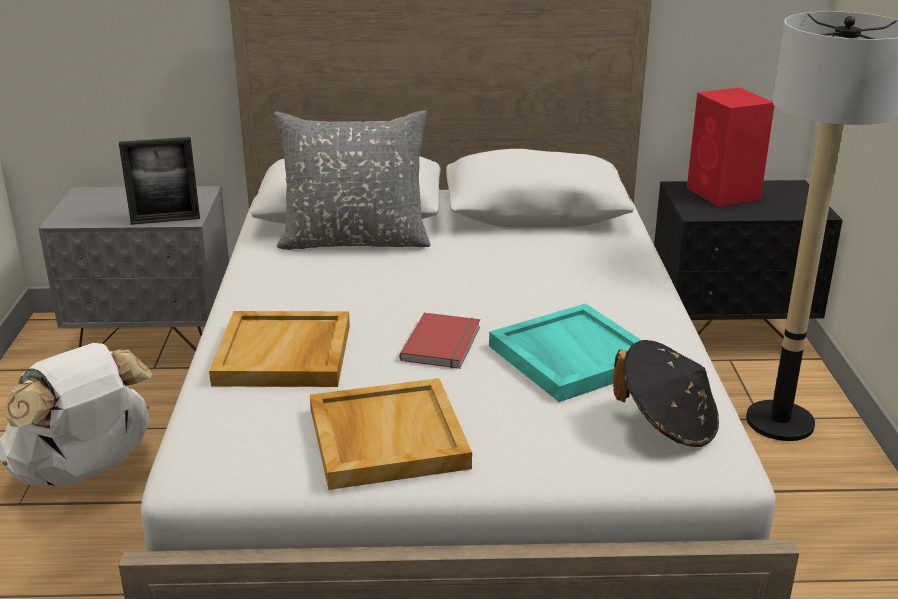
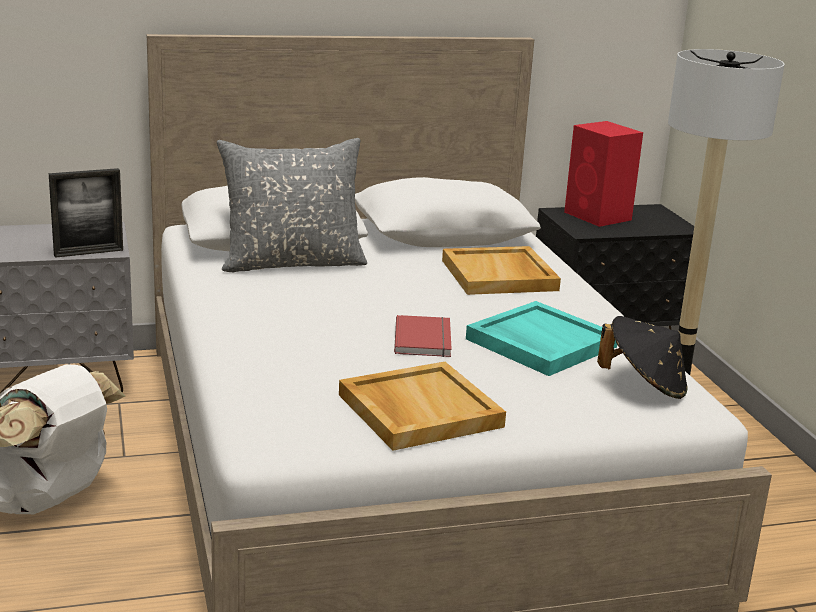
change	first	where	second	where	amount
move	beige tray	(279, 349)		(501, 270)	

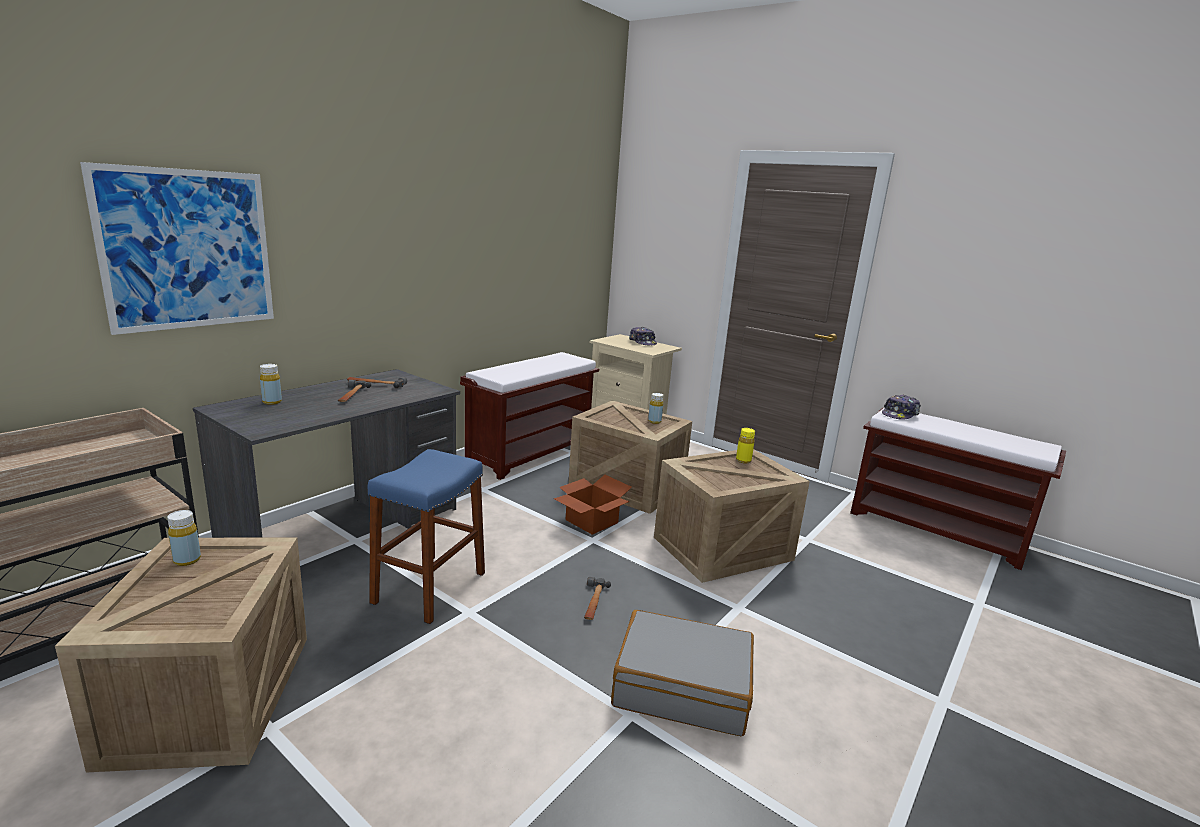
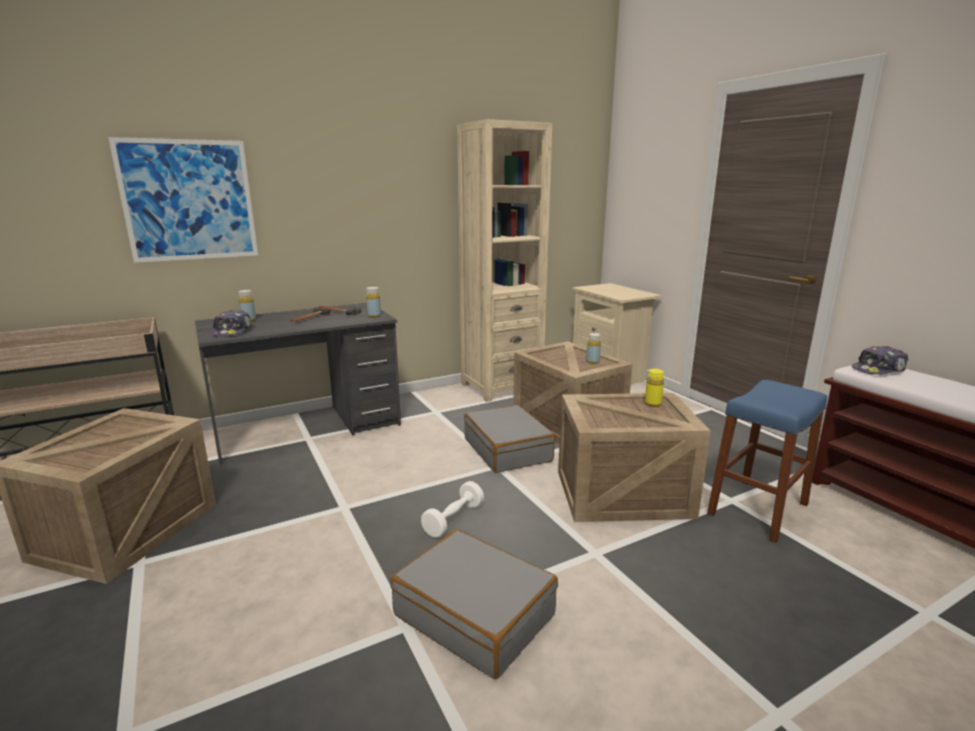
change	first	where	second	where	amount
move	yellow bottle	(184, 538)		(373, 302)	
move	blue stool	(426, 536)		(767, 461)	
move	cap	(643, 336)		(232, 323)	
replace	brown bench	(529, 416)	beige bookcase	(504, 260)	
replace	cardboard box	(593, 505)	grey suitcase	(510, 439)	
replace	hammer	(597, 598)	white dumbbell	(452, 509)	

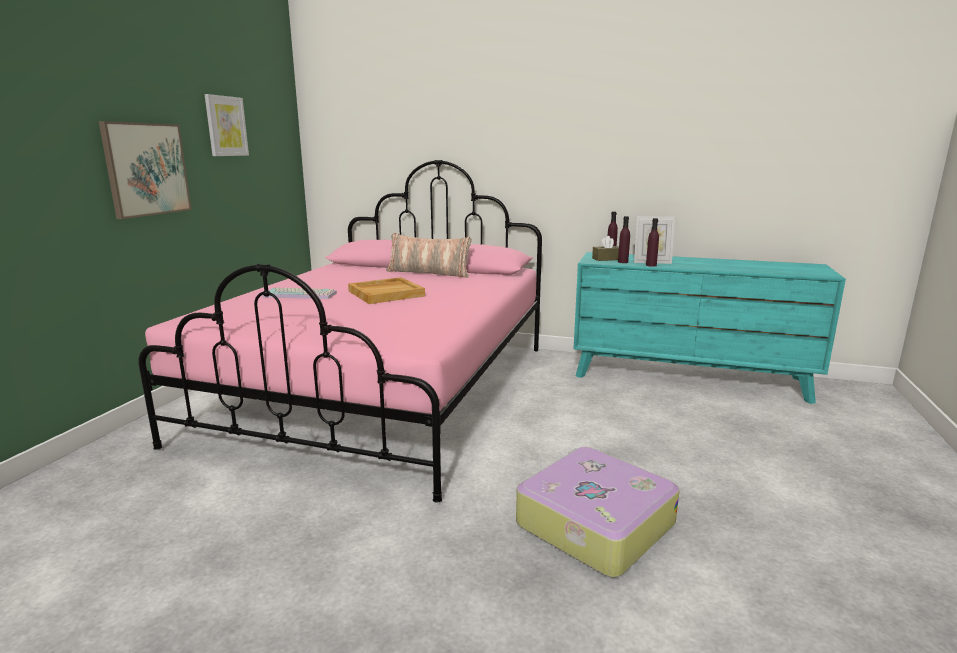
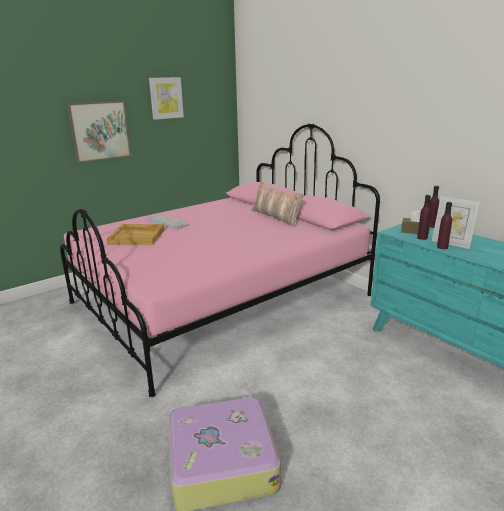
change	first	where	second	where	amount
move	beige tray	(386, 290)		(136, 234)	

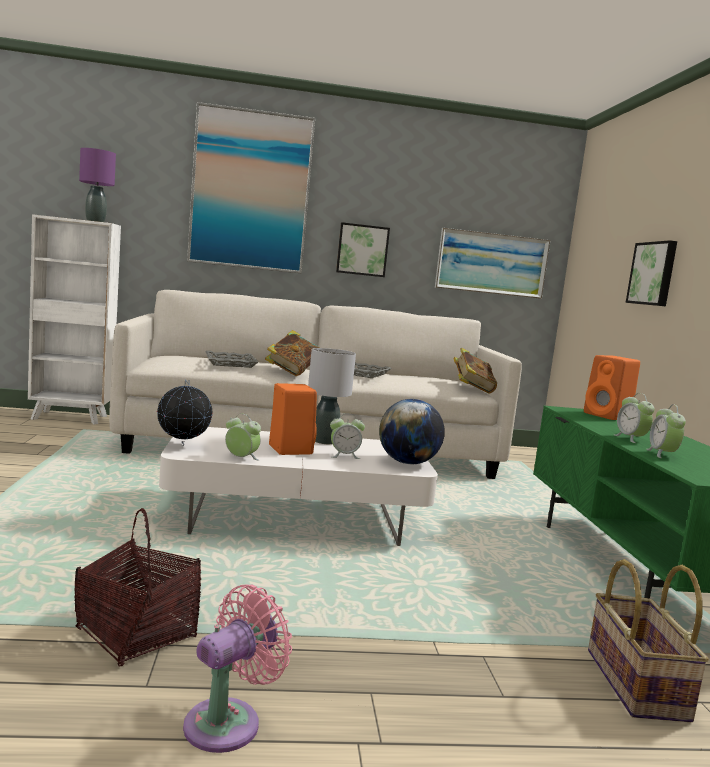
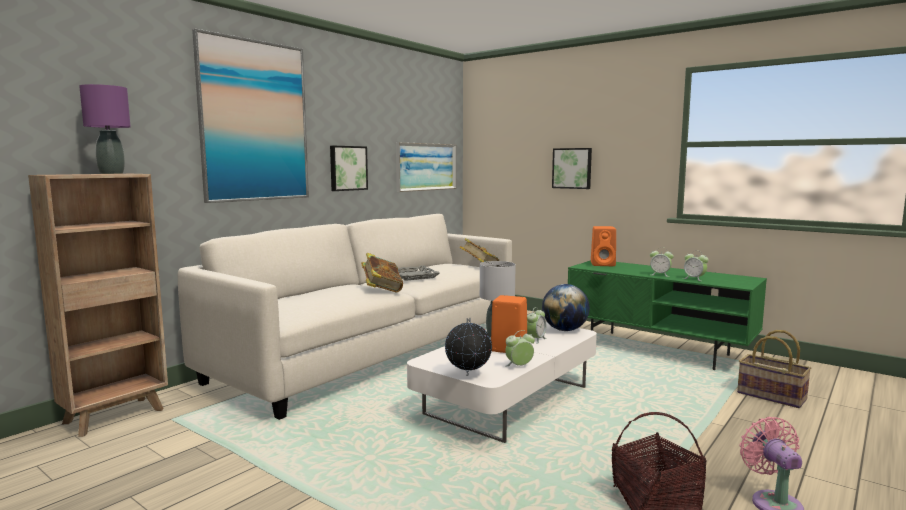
change	first	where	second	where	amount
delete	grey tray	(231, 359)			
recolor	white bookcase	(74, 319)	brown bookcase	(98, 305)	

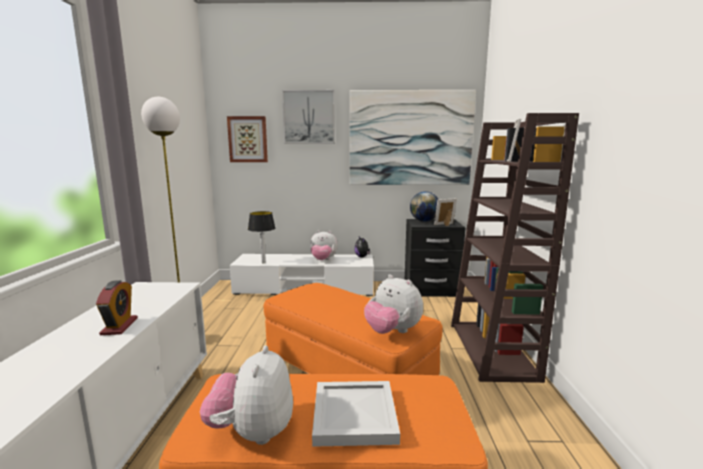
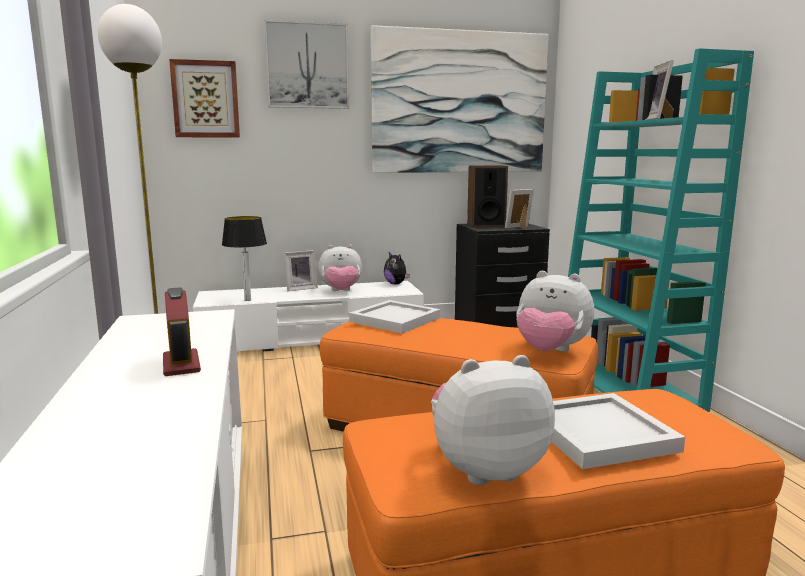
change	first	where	second	where	amount
insert			picture frame	(301, 270)	
insert			white tray	(394, 316)	
replace	globe	(424, 207)	speaker	(487, 196)	
recolor	brown bookcase	(515, 248)	turquoise bookcase	(661, 230)	
rotate	plush toy	(246, 395)		(493, 420)	90 degrees clockwise

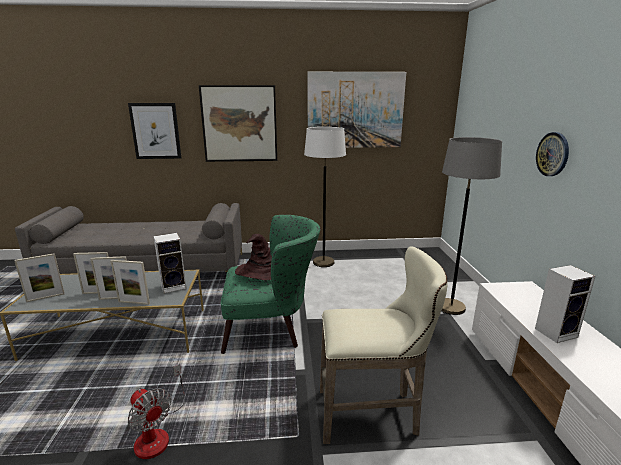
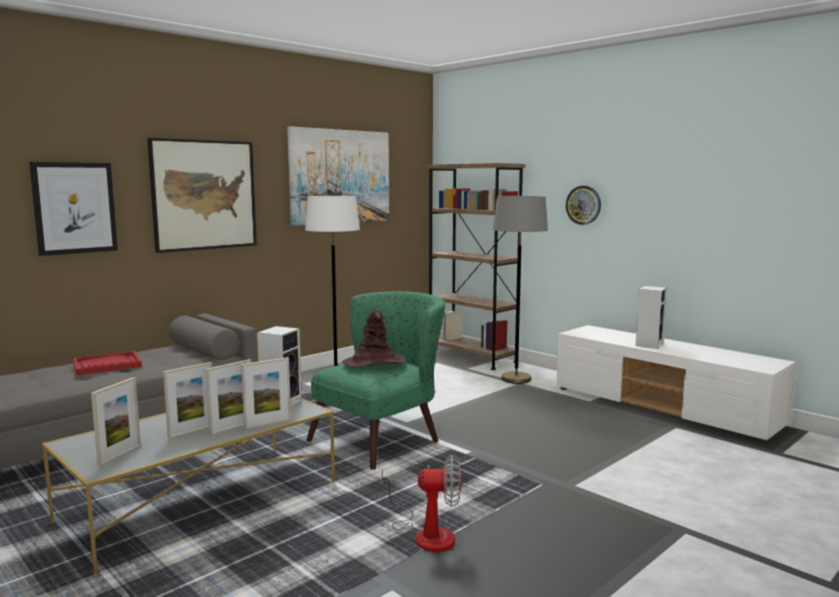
change	first	where	second	where	amount
delete	beige stool	(384, 345)			
insert			red tray	(107, 363)	
insert			brown bookcase	(476, 266)	

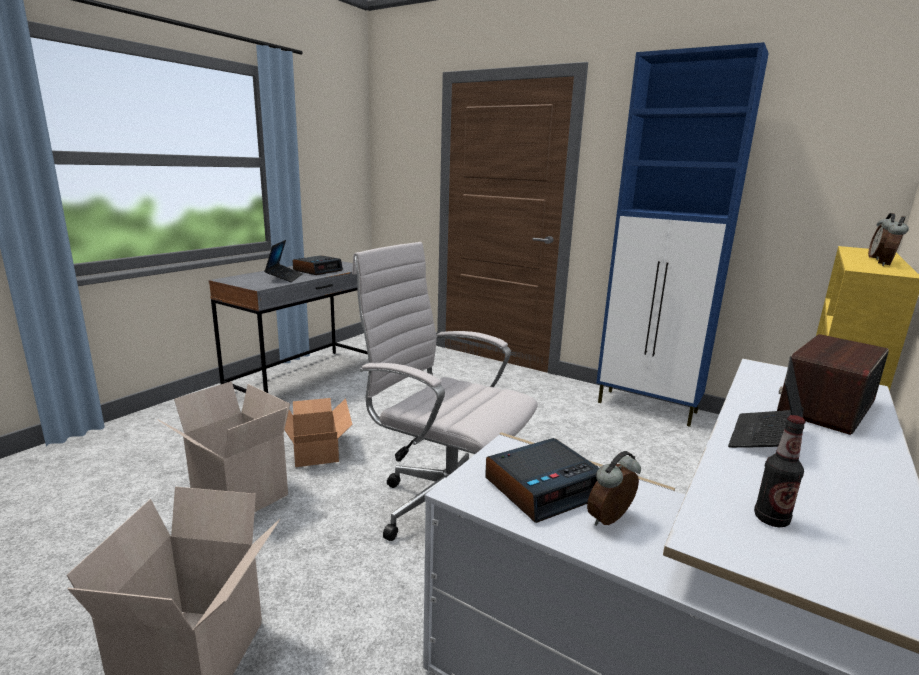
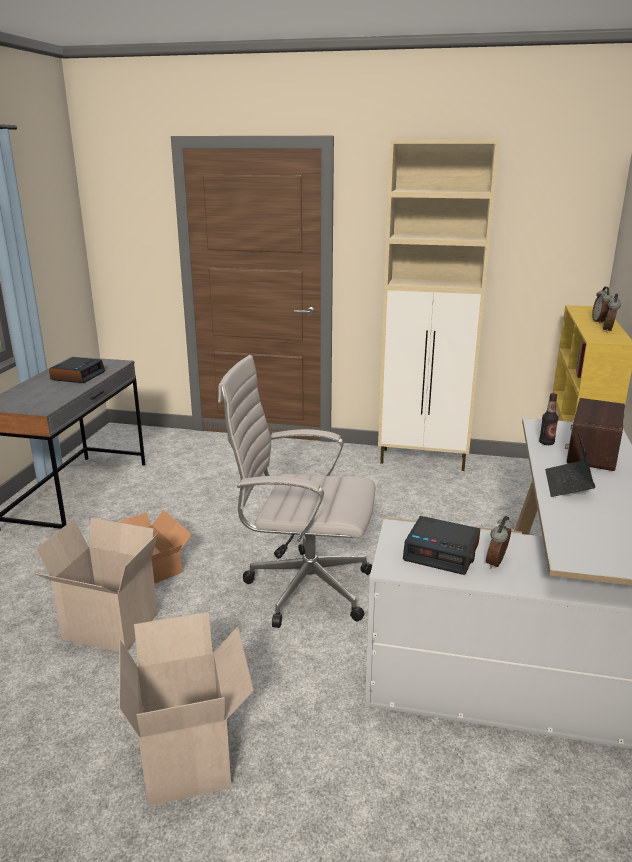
change	first	where	second	where	amount
delete	laptop	(283, 261)			
move	bottle	(779, 471)		(548, 419)	
recolor	blue cabinet	(682, 234)	beige cabinet	(439, 305)	
rotate	alarm clock	(542, 480)		(441, 545)	75 degrees clockwise

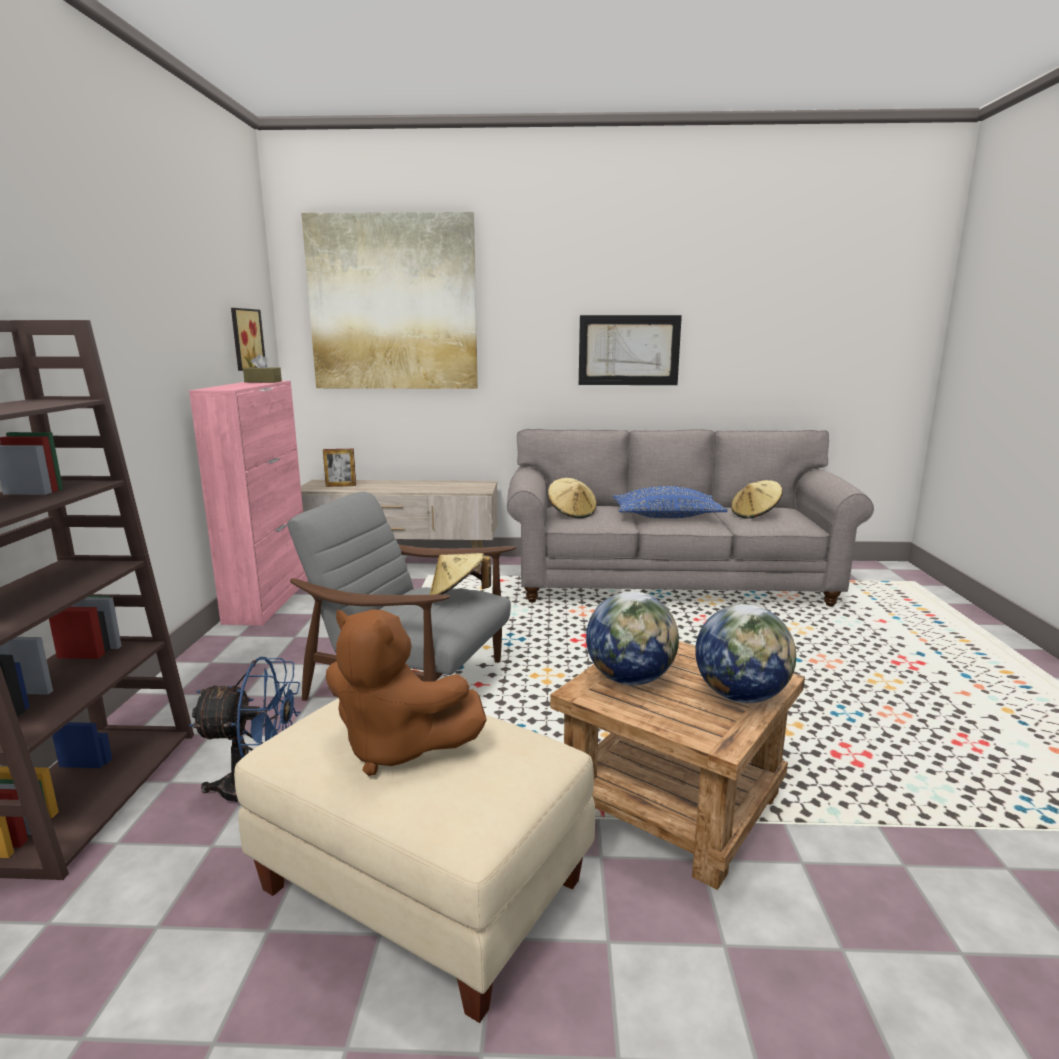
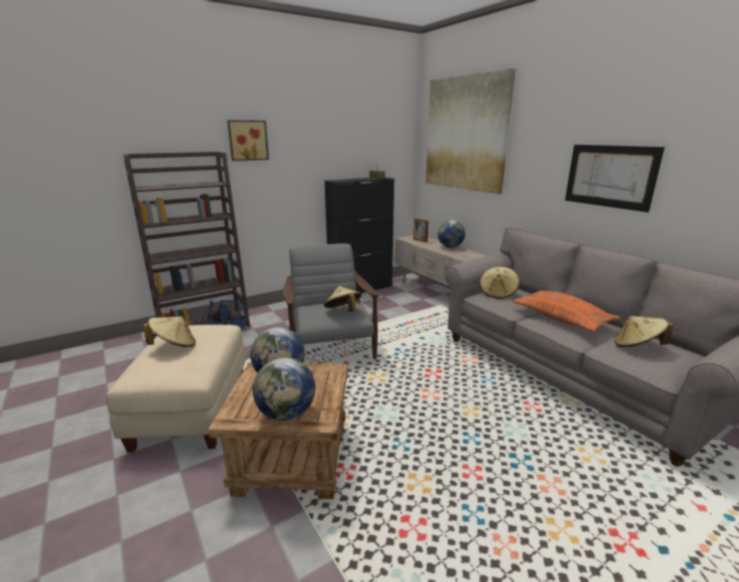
change	first	where	second	where	amount
insert			globe	(451, 234)	
move	picture	(248, 339)		(248, 140)	
replace	brown plush toy	(406, 692)	beige hat	(169, 331)	
recolor	pink cabinet	(248, 503)	black cabinet	(359, 235)	
recolor	blue pillow	(670, 502)	orange pillow	(566, 311)	

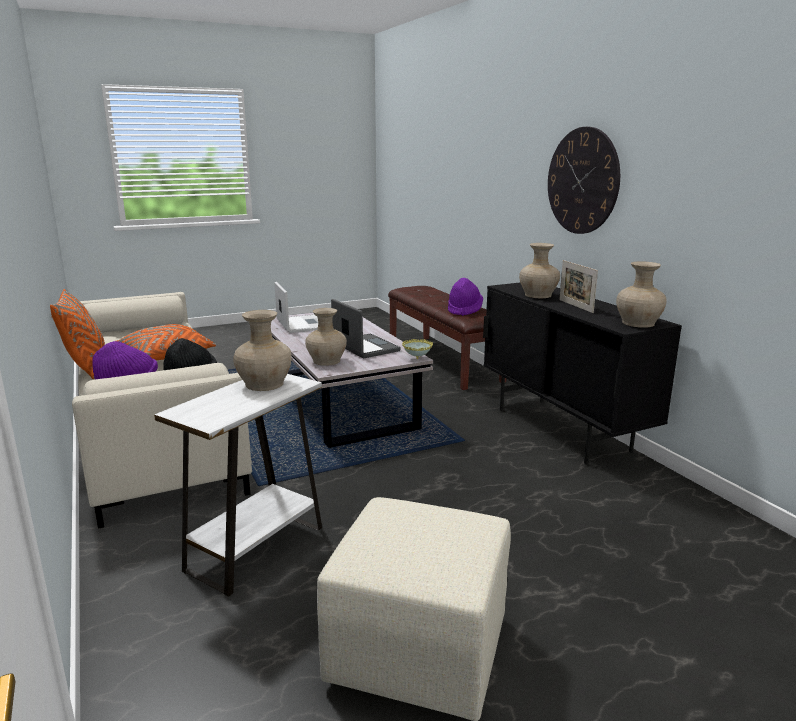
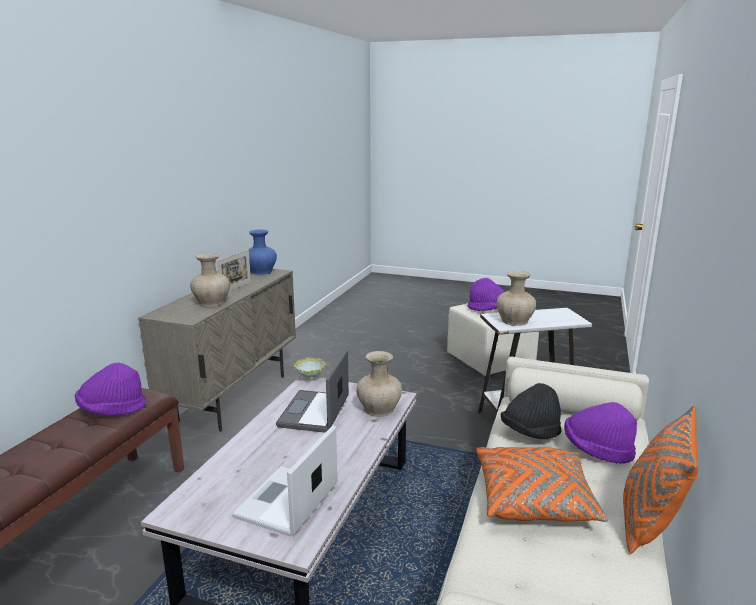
change	first	where	second	where	amount
delete	wall clock	(584, 180)			
insert			purple hat	(486, 294)	
recolor	black cabinet	(582, 374)	beige cabinet	(217, 350)	
recolor	beige vase	(641, 294)	blue vase	(262, 252)	

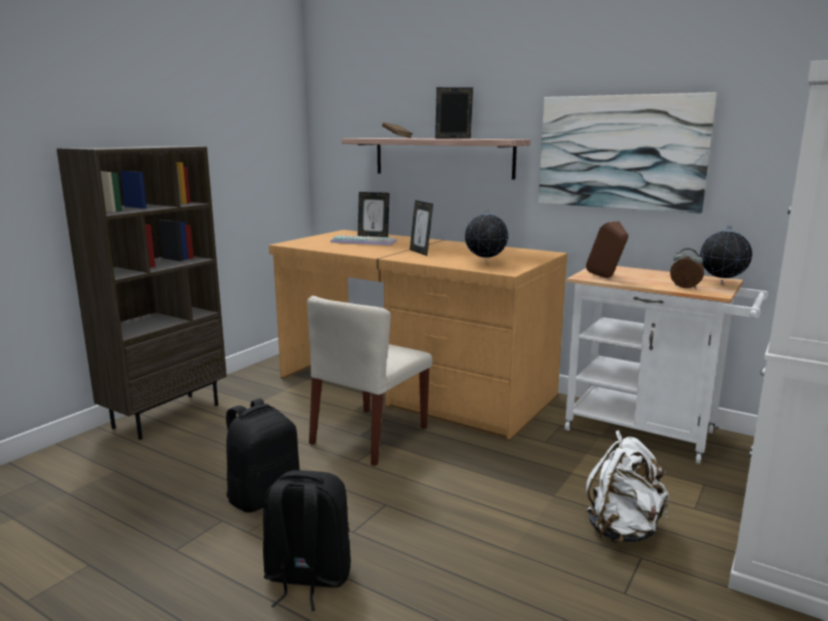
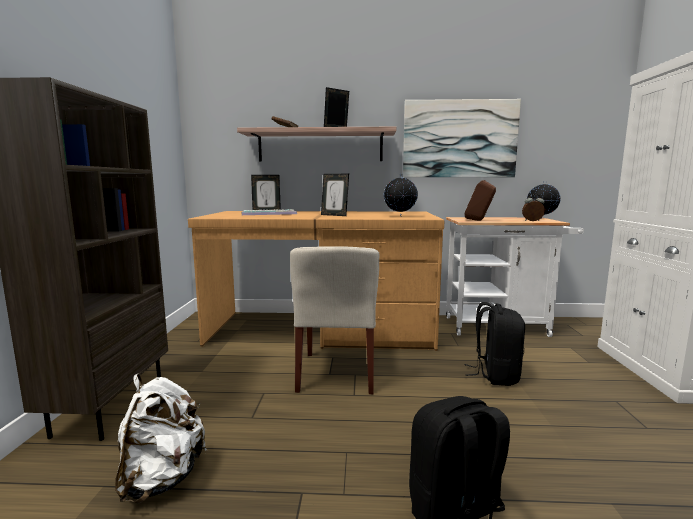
change	first	where	second	where	amount
move	black backpack	(263, 455)		(495, 344)	
move	white backpack	(627, 486)		(161, 438)	

